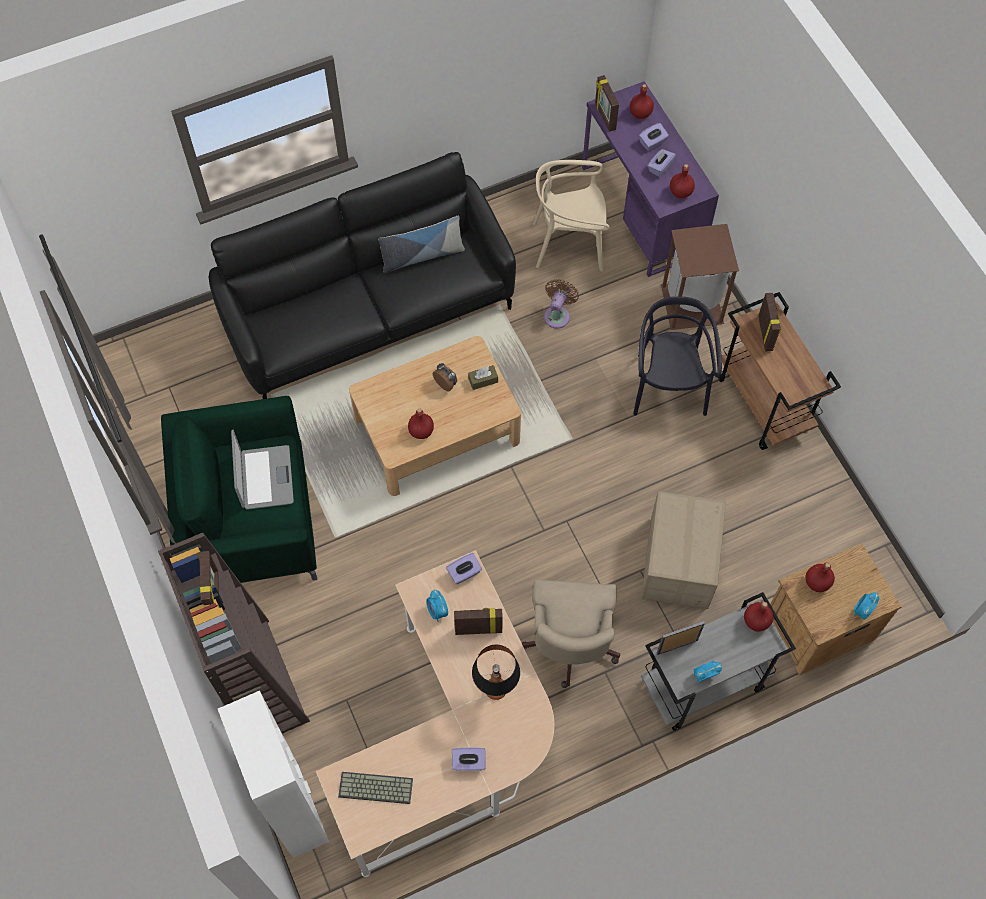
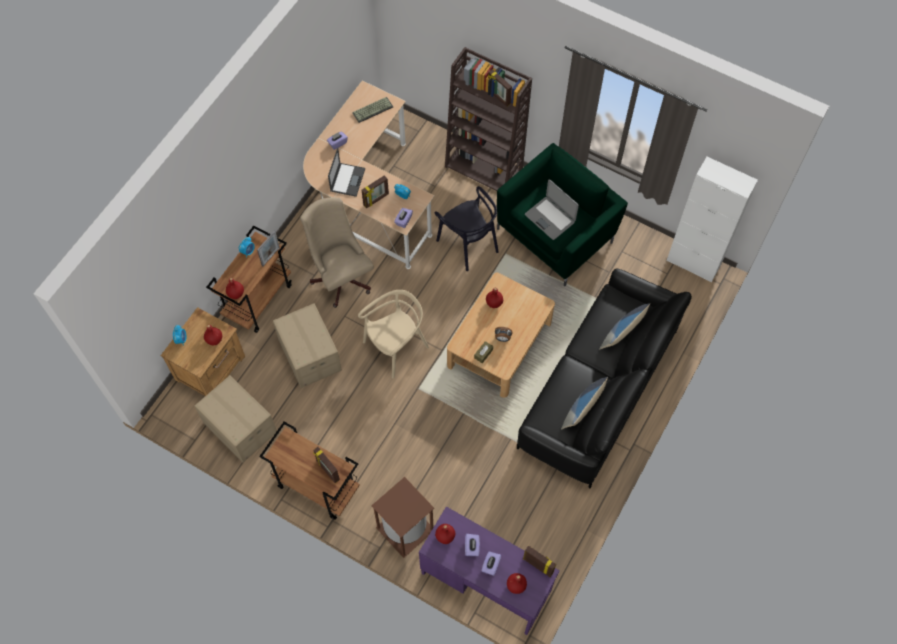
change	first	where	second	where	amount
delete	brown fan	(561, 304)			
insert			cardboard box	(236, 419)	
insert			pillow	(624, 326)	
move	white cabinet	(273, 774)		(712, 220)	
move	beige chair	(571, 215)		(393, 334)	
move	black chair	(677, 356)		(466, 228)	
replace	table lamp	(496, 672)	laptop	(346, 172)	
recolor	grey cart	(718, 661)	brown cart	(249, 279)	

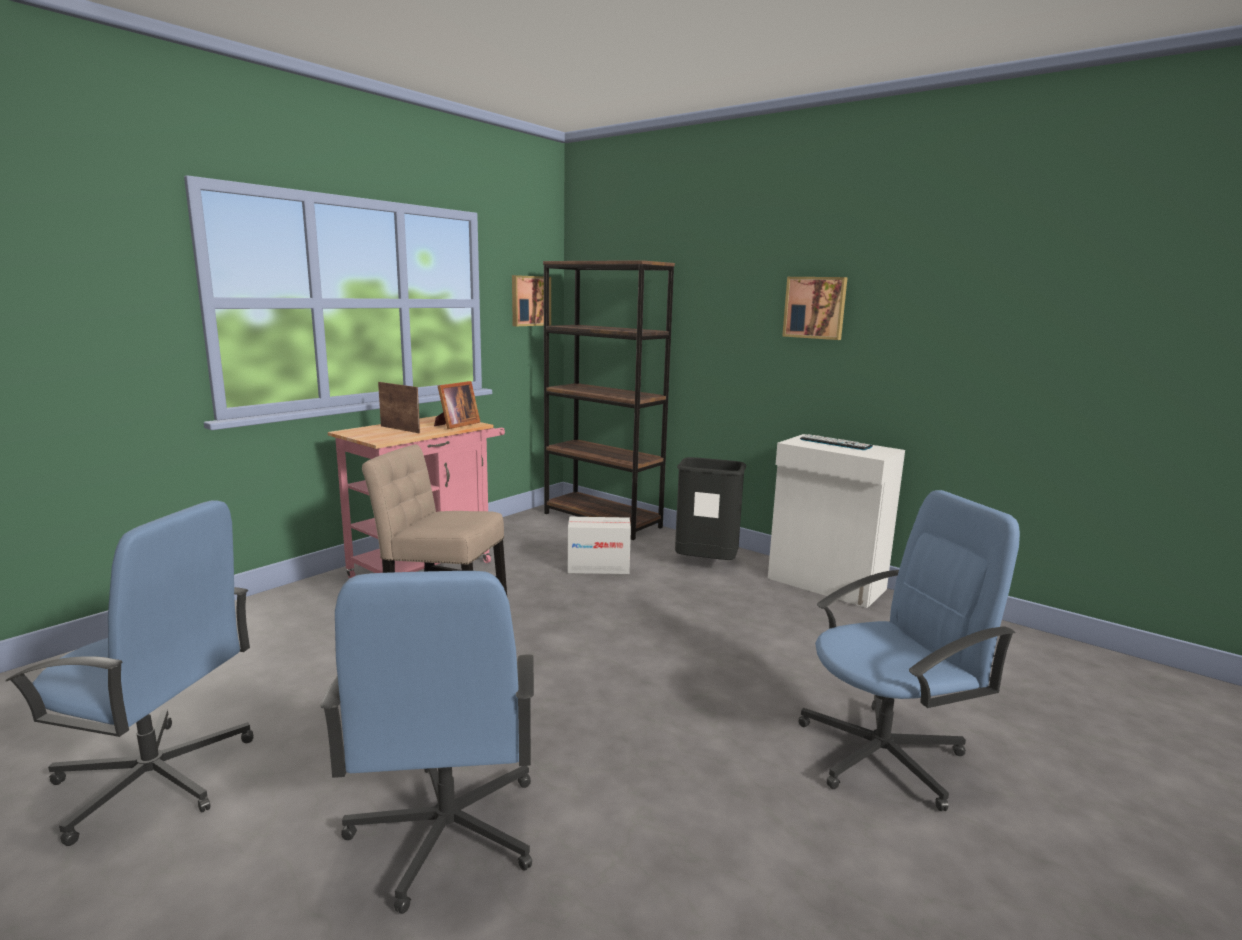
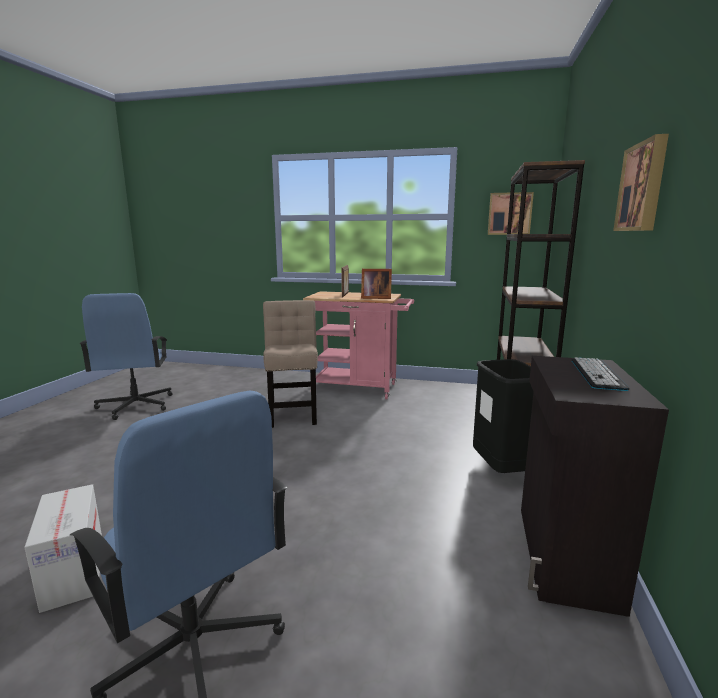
change	first	where	second	where	amount
delete	blue office chair	(427, 742)			
move	cardboard box	(599, 545)		(63, 548)	
recolor	white cabinet	(836, 521)	black cabinet	(595, 486)	

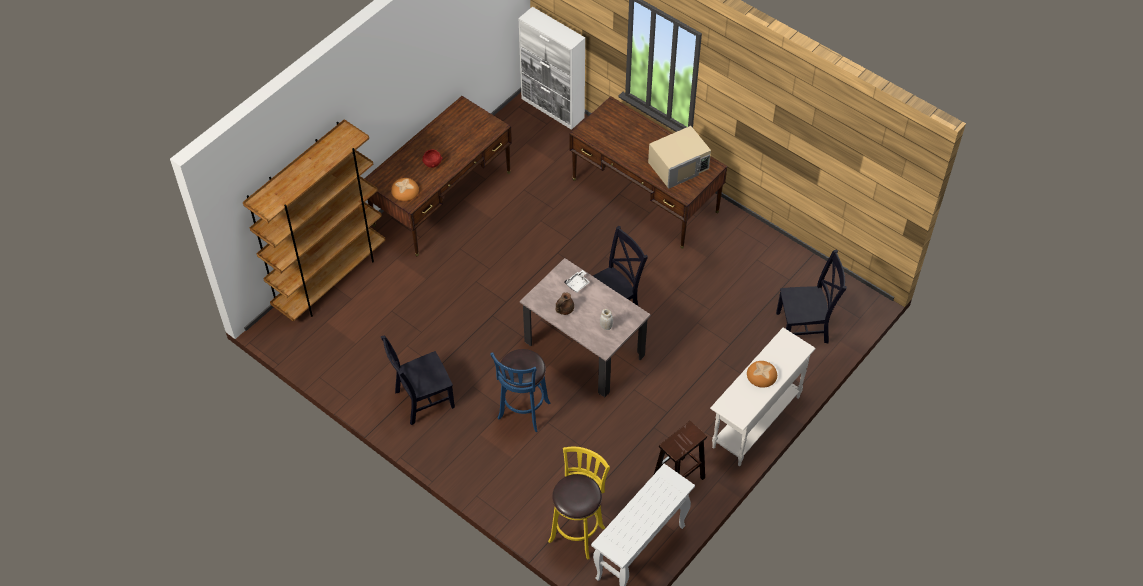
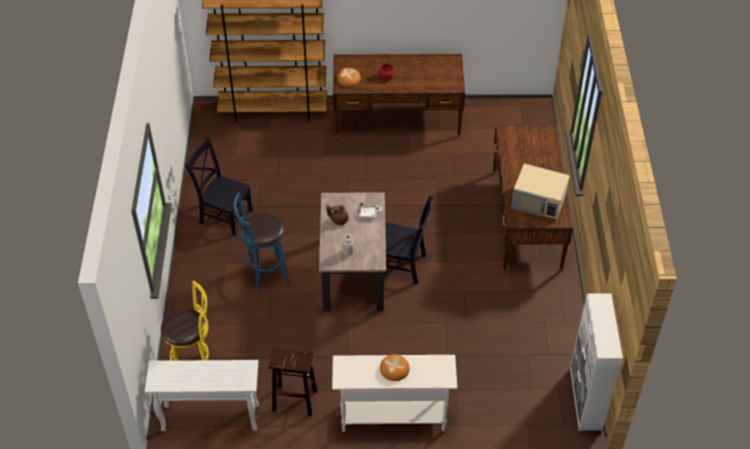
change	first	where	second	where	amount
delete	black chair	(811, 296)			
move	white cabinet	(551, 68)		(596, 362)	

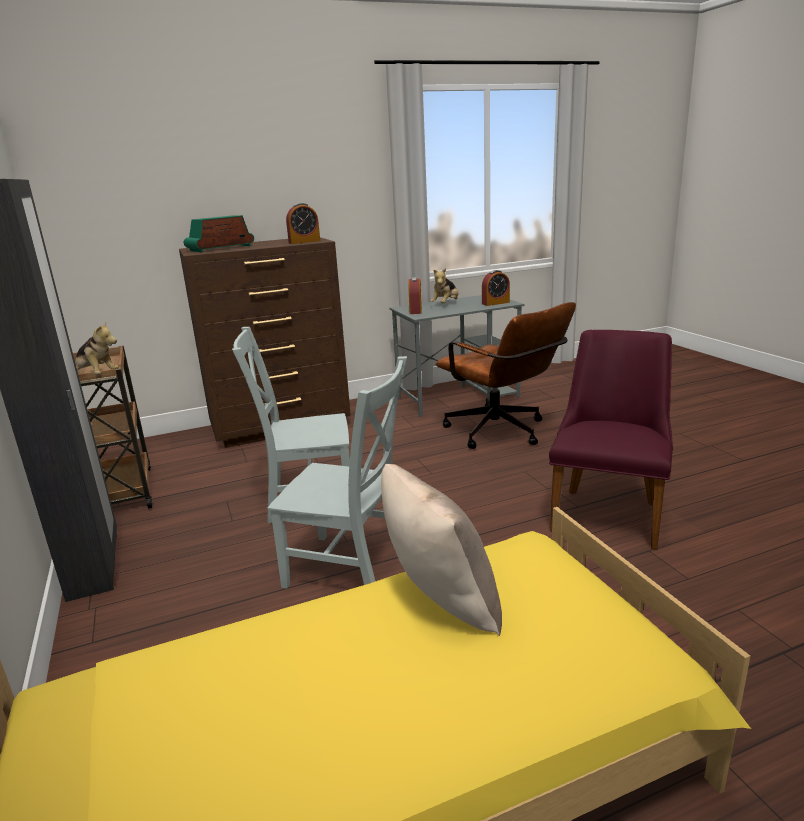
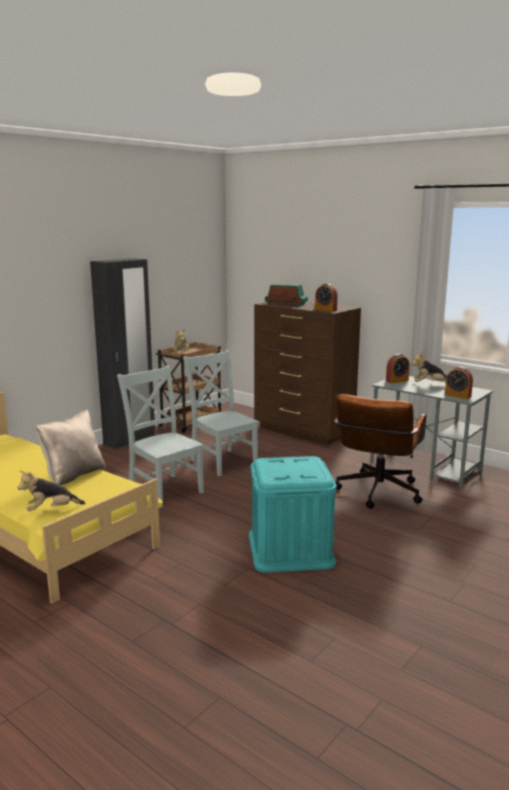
change	first	where	second	where	amount
insert			plush toy	(51, 491)	
replace	purple chair	(611, 440)	turquoise storage box	(293, 514)	
rotate	grey chair	(337, 472)		(160, 437)	150 degrees clockwise

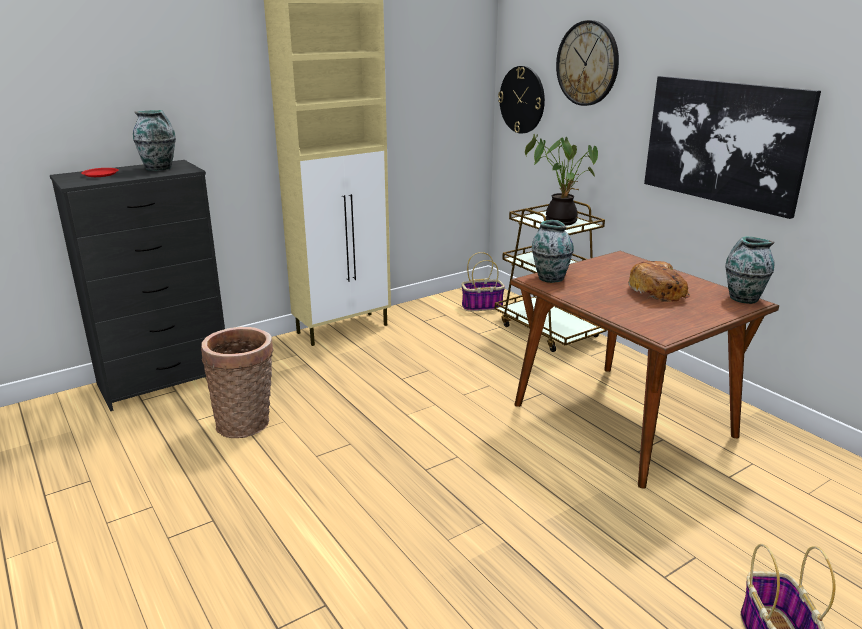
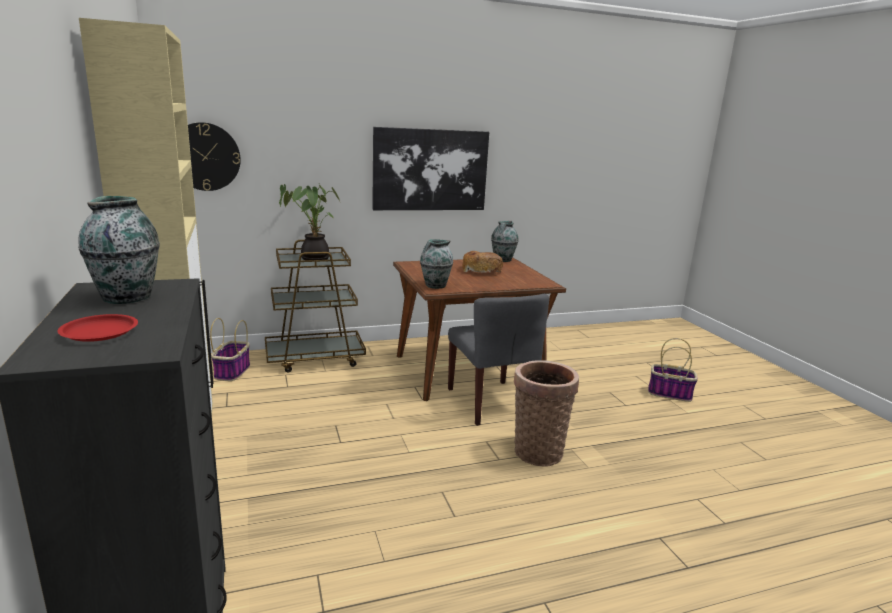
change	first	where	second	where	amount
delete	wall clock	(587, 63)			
insert			grey chair	(498, 360)	
move	basket	(237, 382)		(546, 413)	

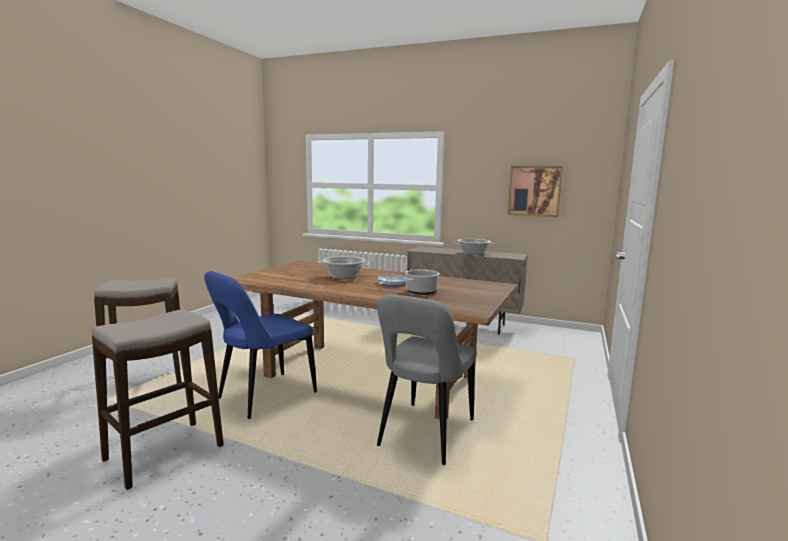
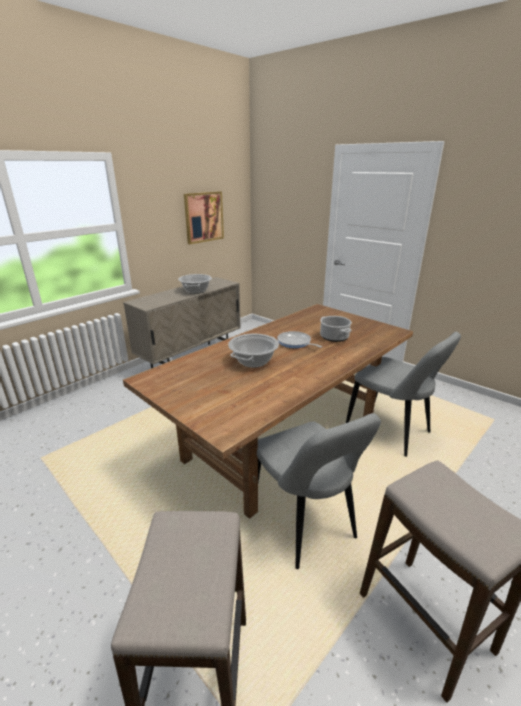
change	first	where	second	where	amount
recolor	blue chair	(260, 345)	grey chair	(319, 491)	

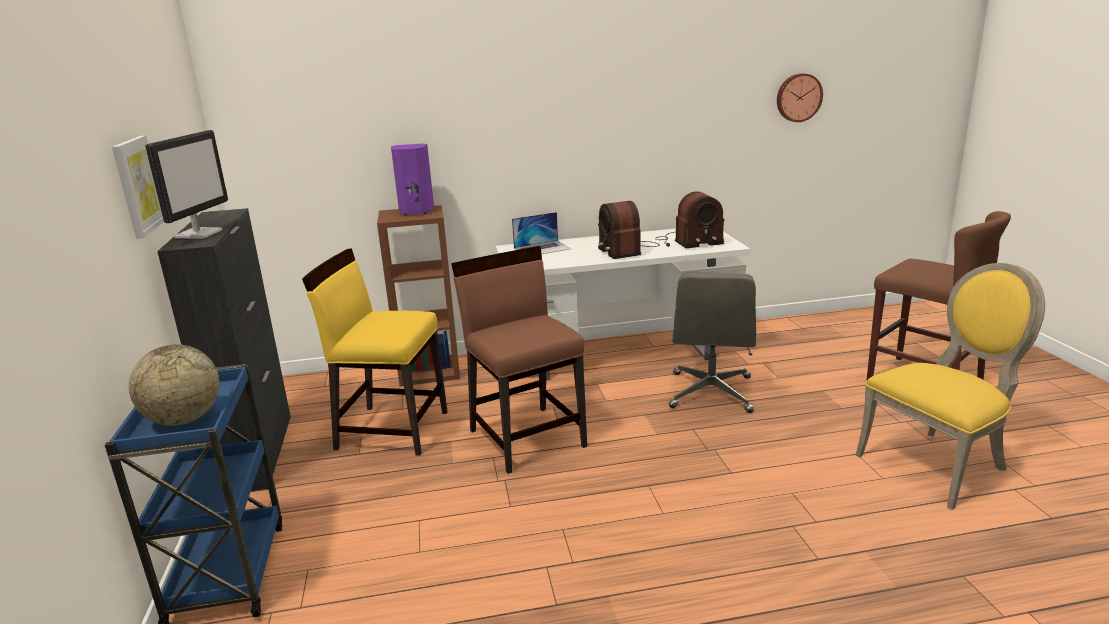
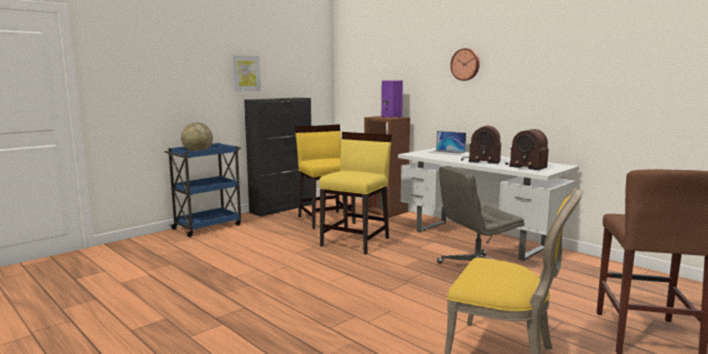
change	first	where	second	where	amount
delete	monitor	(186, 184)			
move	wall clock	(800, 97)		(465, 64)	
recolor	brown chair	(519, 360)	yellow chair	(355, 193)	
rotate	radio	(629, 230)		(481, 145)	105 degrees counterclockwise

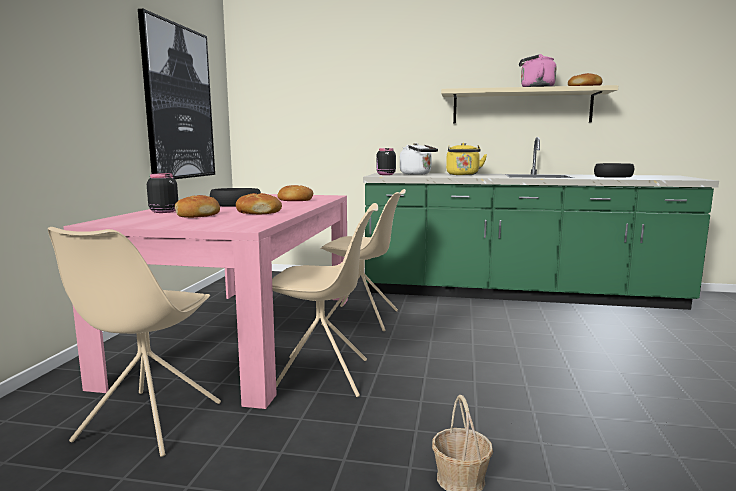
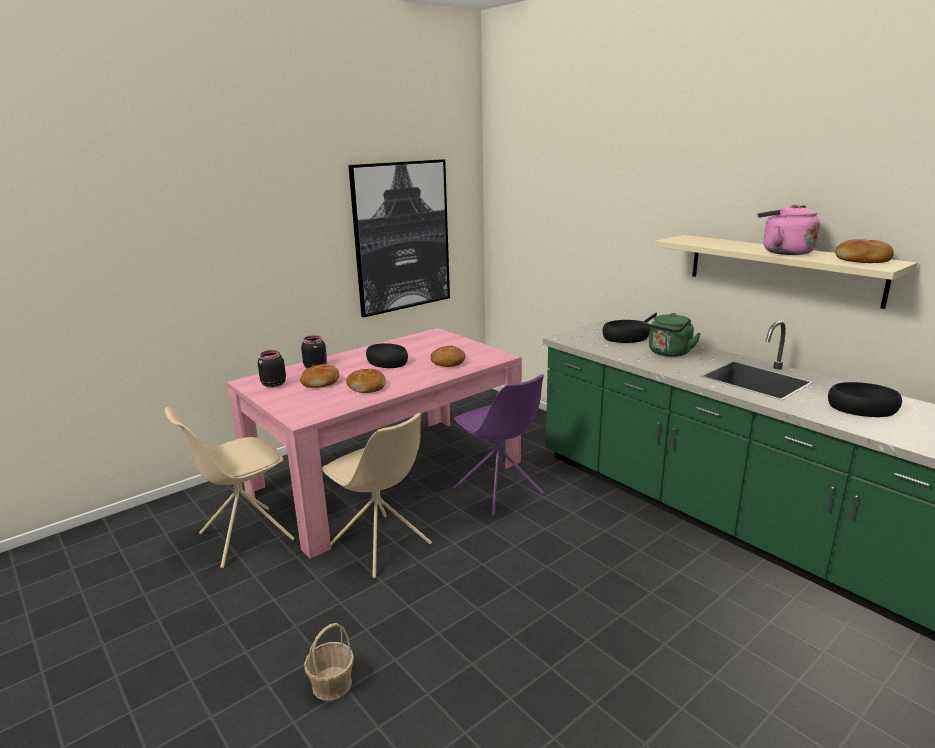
change	first	where	second	where	amount
move	black jar	(386, 161)		(272, 369)	
replace	white kettle	(419, 159)	black bowl	(626, 331)	
recolor	beige chair	(363, 260)	purple chair	(499, 445)	
recolor	yellow kettle	(466, 159)	green kettle	(672, 334)	

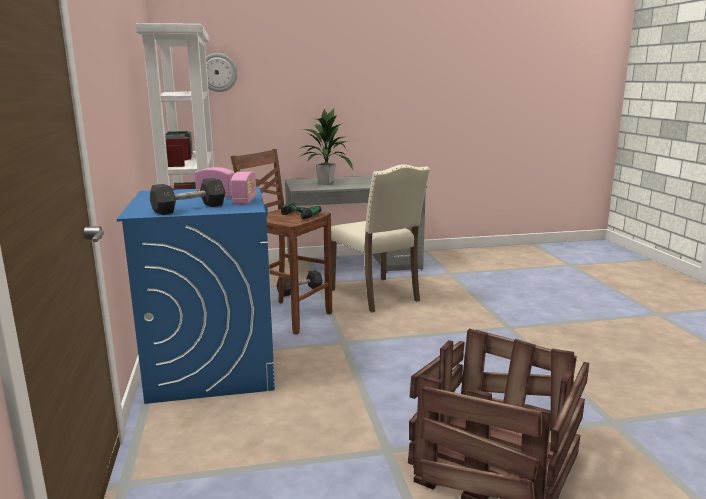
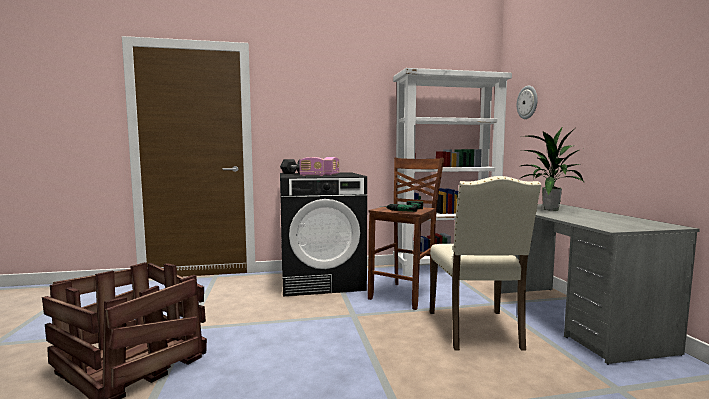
change	first	where	second	where	amount
delete	grey dumbbell	(299, 283)			
recolor	blue washing machine	(196, 295)	black washing machine	(323, 234)	
rotate	beige chair	(380, 238)		(485, 263)	60 degrees counterclockwise

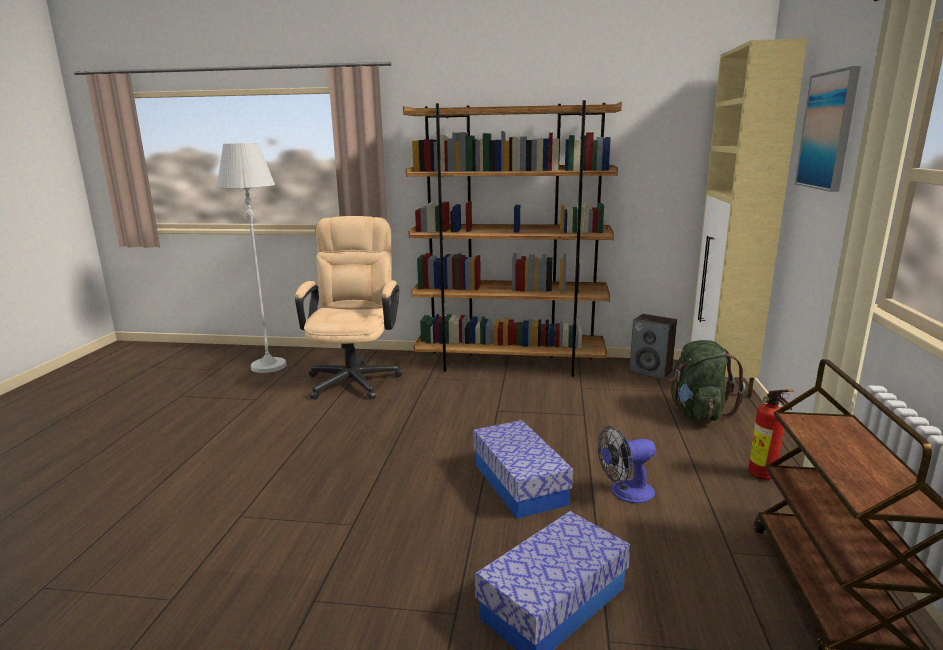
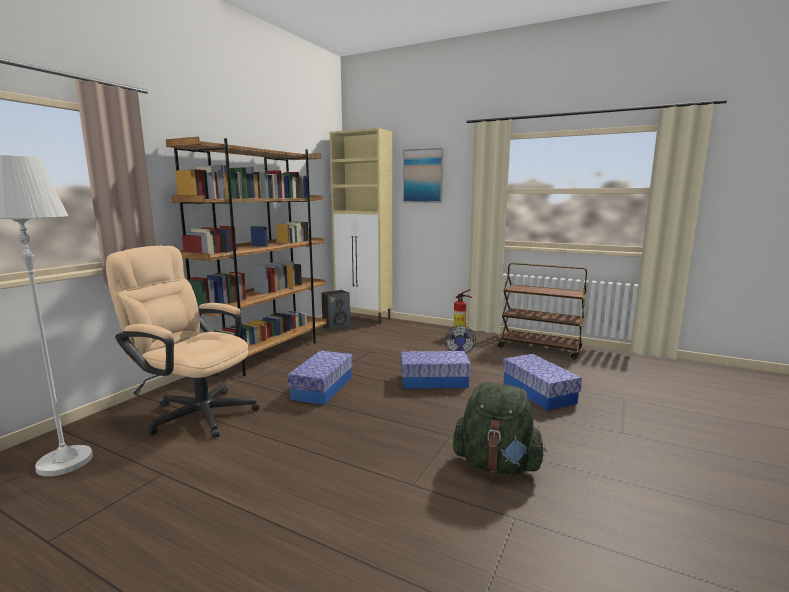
change	first	where	second	where	amount
insert			storage box	(319, 378)	
move	green backpack	(707, 380)		(499, 428)	

